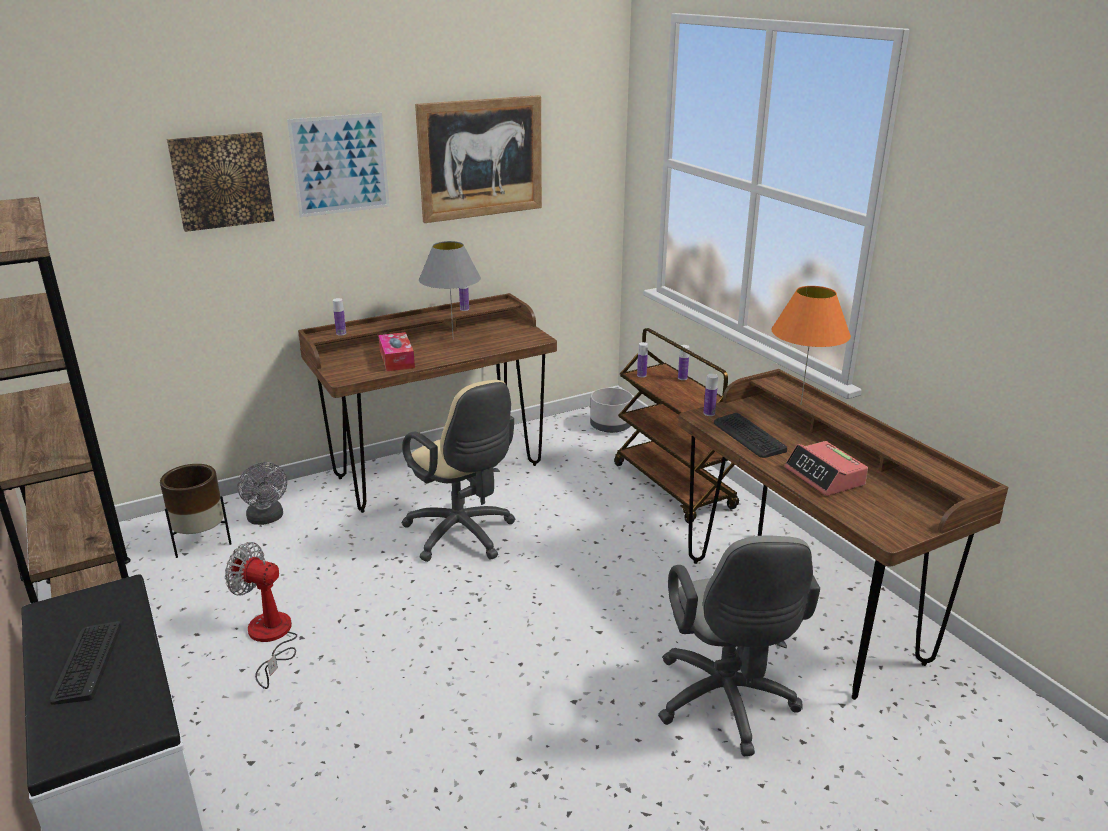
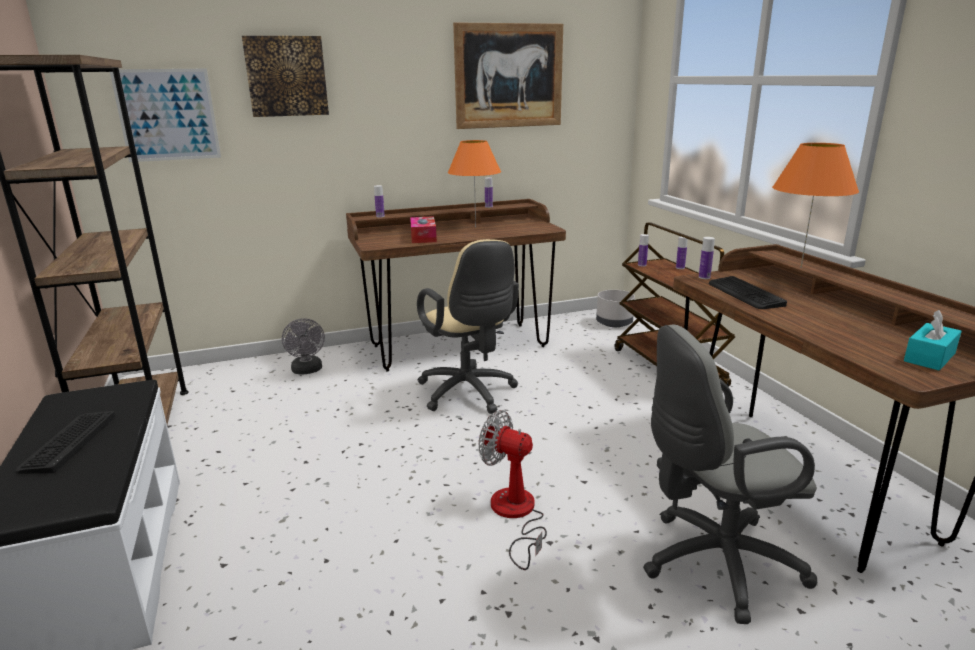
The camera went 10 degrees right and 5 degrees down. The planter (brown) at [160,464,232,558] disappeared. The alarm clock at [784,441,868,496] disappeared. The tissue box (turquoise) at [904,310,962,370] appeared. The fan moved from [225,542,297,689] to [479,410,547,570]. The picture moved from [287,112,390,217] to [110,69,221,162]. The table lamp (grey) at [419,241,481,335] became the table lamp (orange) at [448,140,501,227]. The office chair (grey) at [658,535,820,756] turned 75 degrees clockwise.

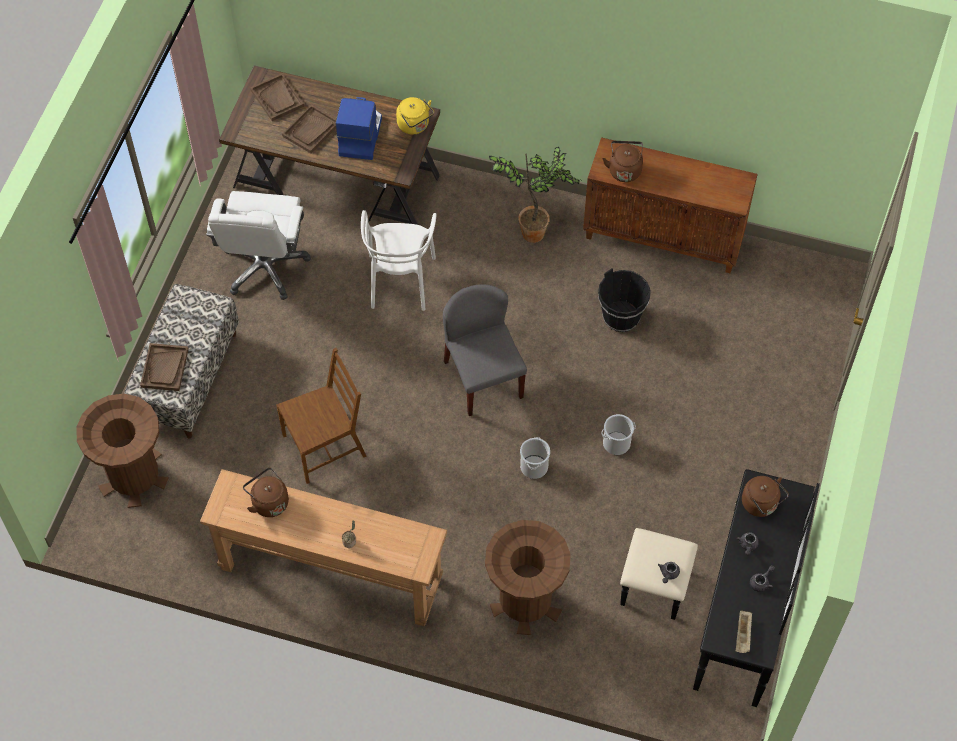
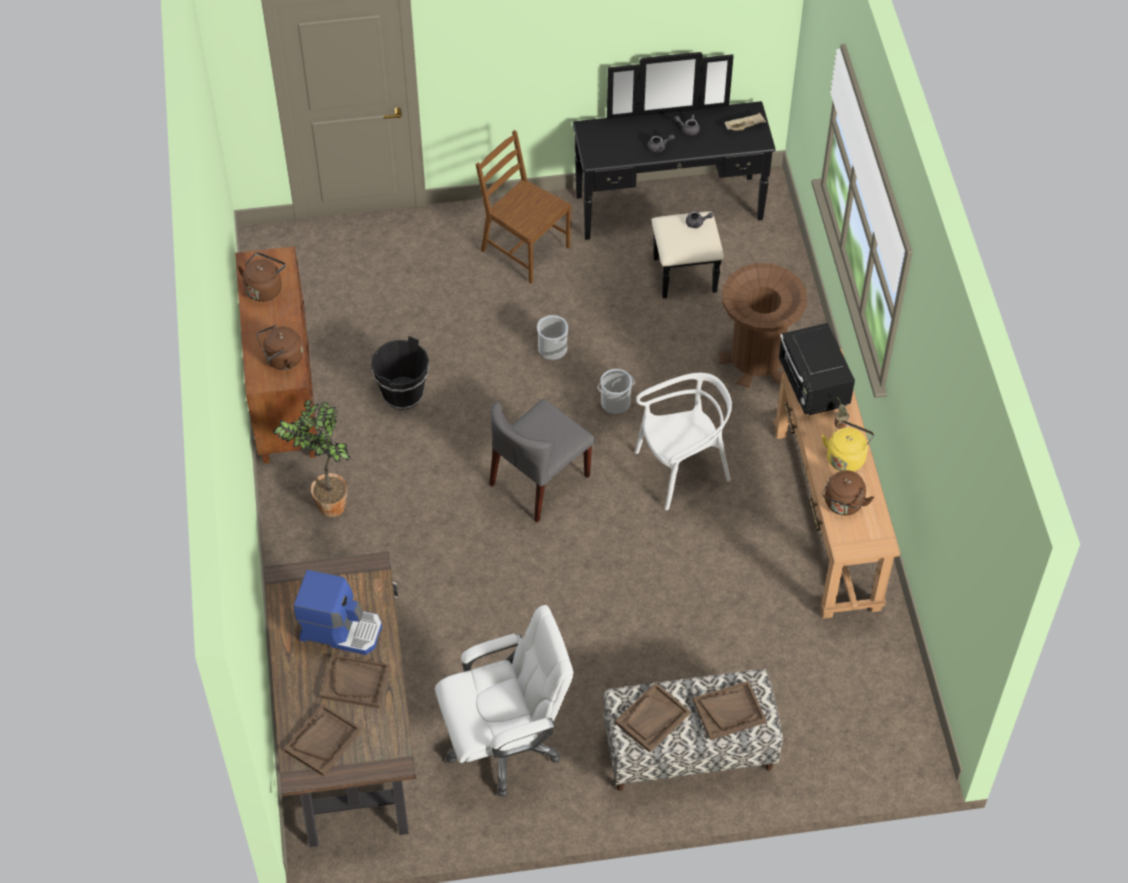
The camera went 115 degrees left and 5 degrees down. The trash can (brown) at [76,394,169,508] disappeared. The tray (brown) at [615,682,690,753] appeared. The microwave (black) at [779,323,855,415] appeared. The chair (brown) moved from [276,348,367,484] to [476,130,571,284]. The chair (white) moved from [361,210,437,311] to [635,373,732,510]. The kettle (yellow) moved from [396,97,434,134] to [822,420,874,471]. The kettle (brown) moved from [742,476,789,517] to [238,252,286,302]. The coffee machine at [336,97,382,160] turned 150 degrees counterclockwise.

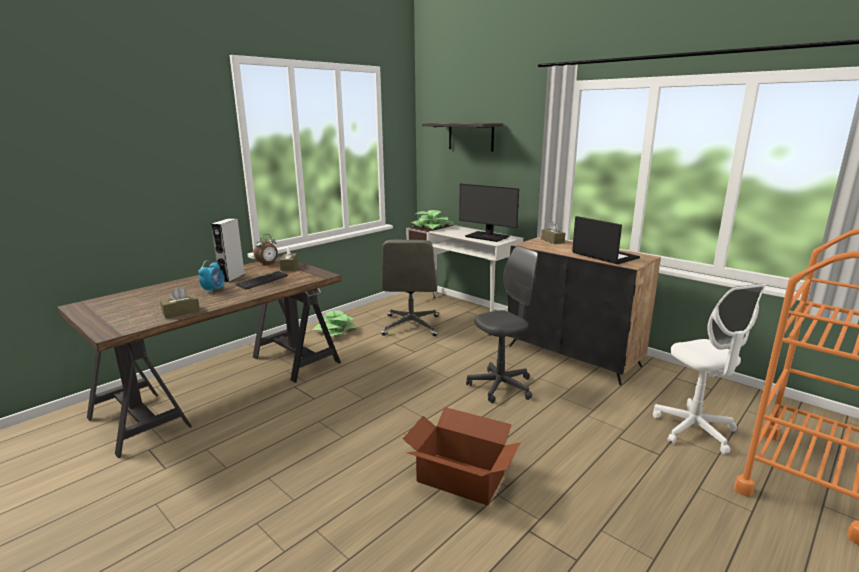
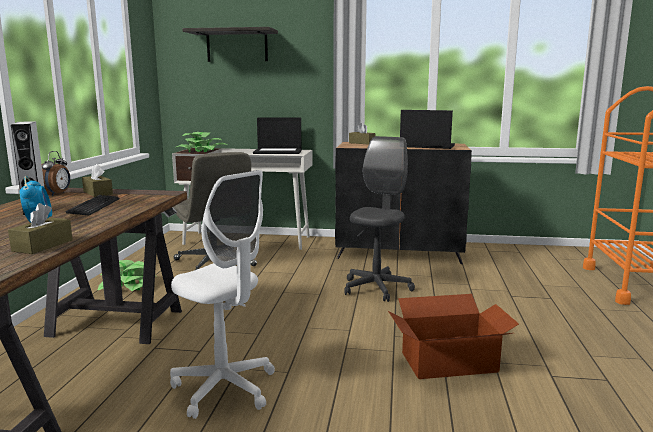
The camera went 35 degrees left and 5 degrees down. The office chair (white) moved from [653,284,766,454] to [170,170,275,419]. The monitor at [459,184,519,242] was replaced by the laptop at [253,117,302,154].

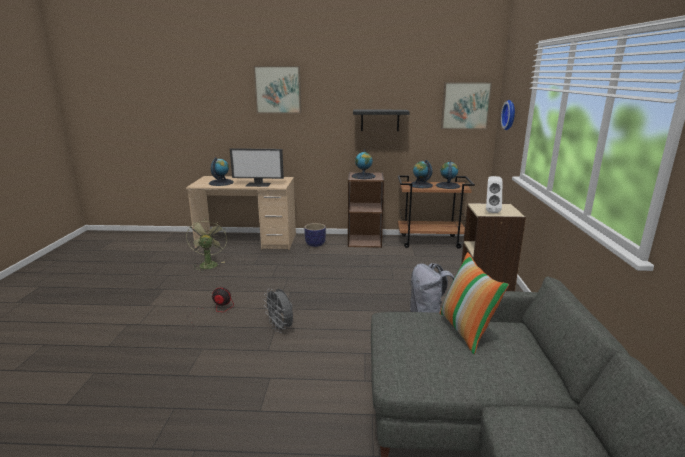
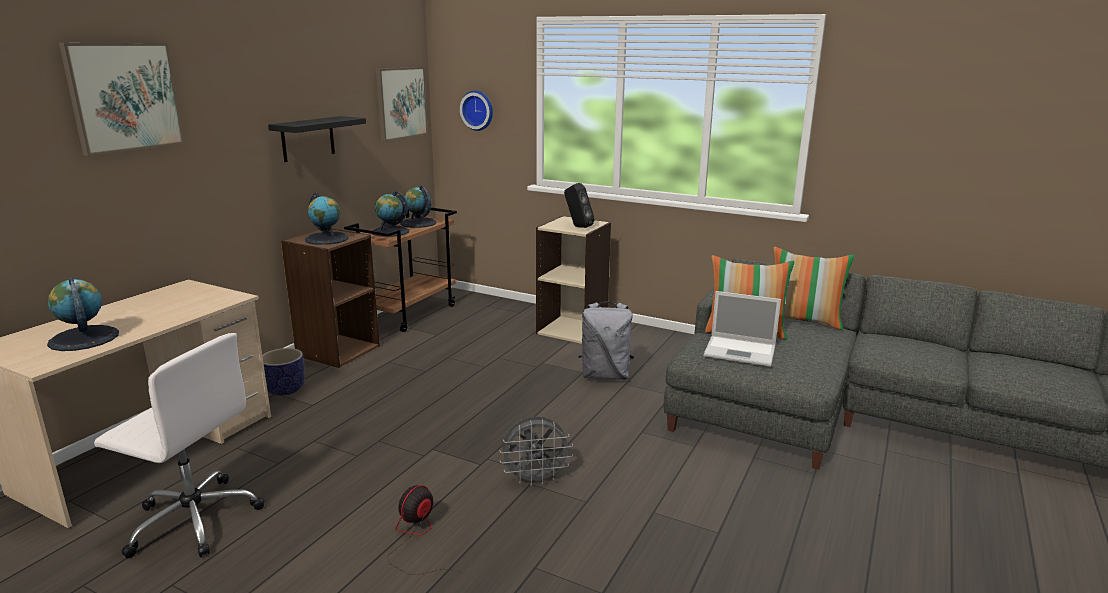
The camera went 65 degrees left and 0 degrees up. The monitor at [230,148,284,187] disappeared. The laptop at [704,291,781,367] appeared. The pillow at [773,247,855,330] appeared. The fan (green) at [186,219,227,272] was replaced by the office chair (white) at [94,333,265,558]. The speaker (white) at [486,176,503,213] became the speaker (black) at [564,183,595,228].

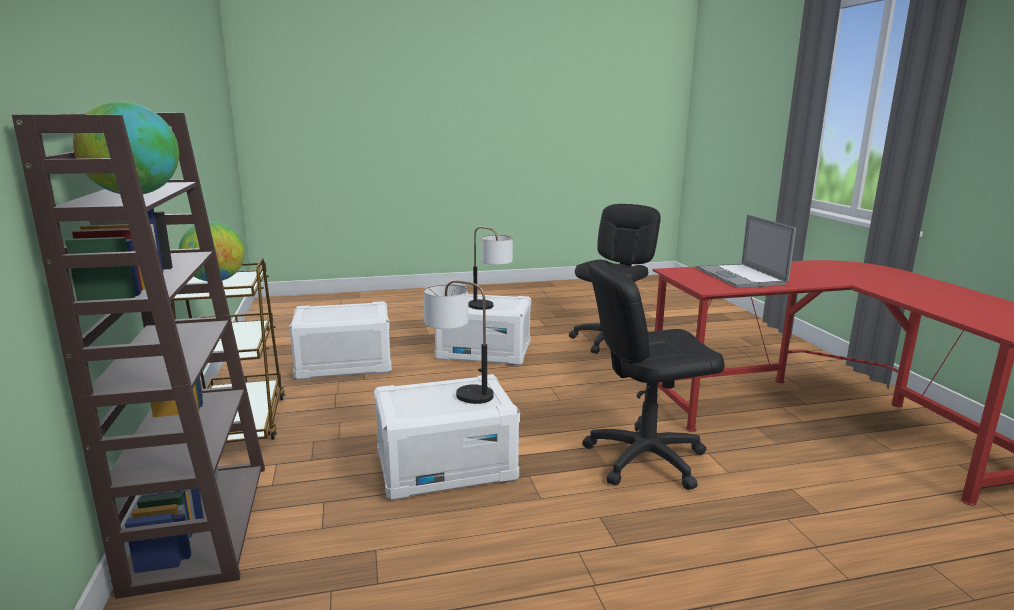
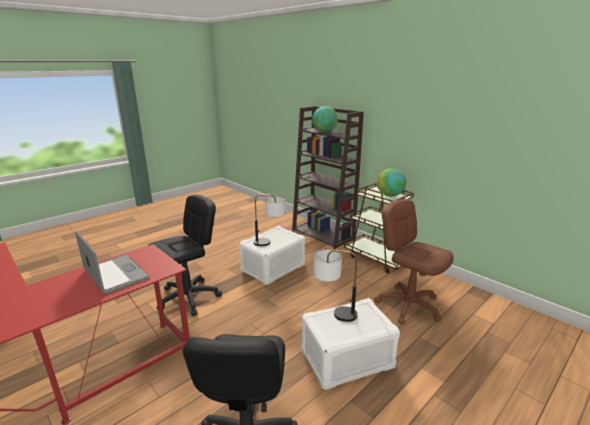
The camera went 150 degrees right and 5 degrees up. The storage box (white) at [289,301,392,380] was replaced by the office chair (brown) at [375,199,454,324].

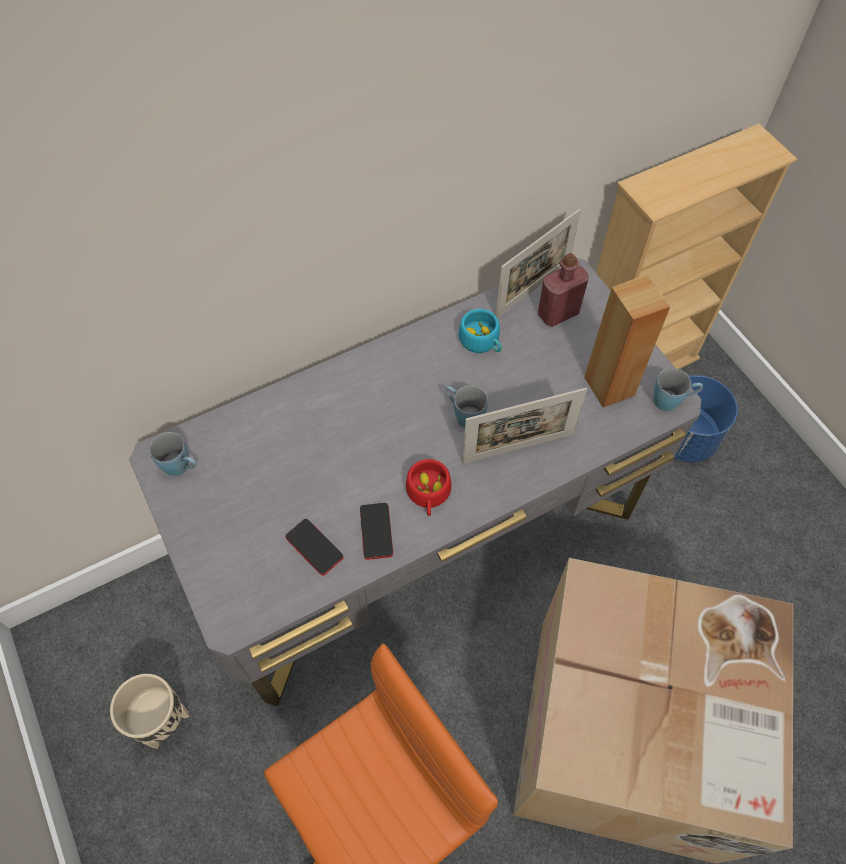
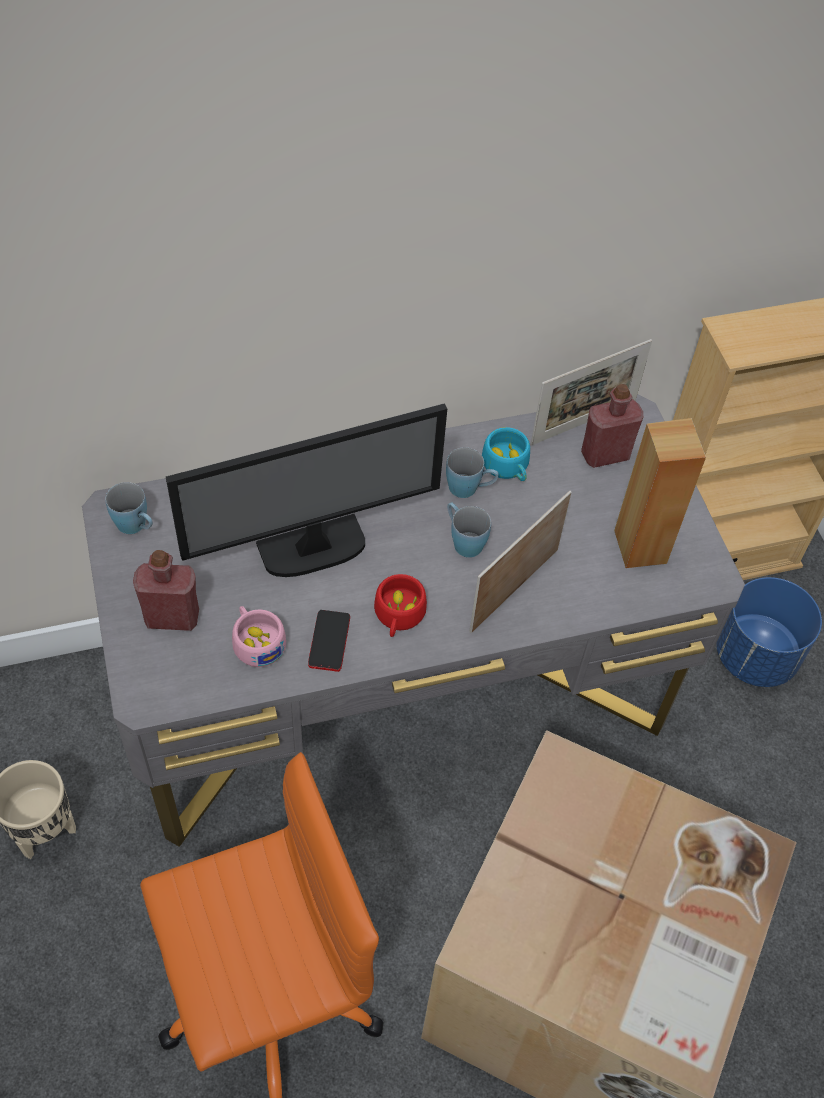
The camera went 10 degrees right and 5 degrees down. The bottle (red) at [133,550,199,631] appeared. The monitor at [166,403,447,577] appeared. The mug (blue) moved from [653,368,703,411] to [446,447,499,498]. The phone at [285,519,343,576] was replaced by the cup (pink) at [232,606,286,667]. The picture frame at [462,388,587,464] turned 135 degrees clockwise.

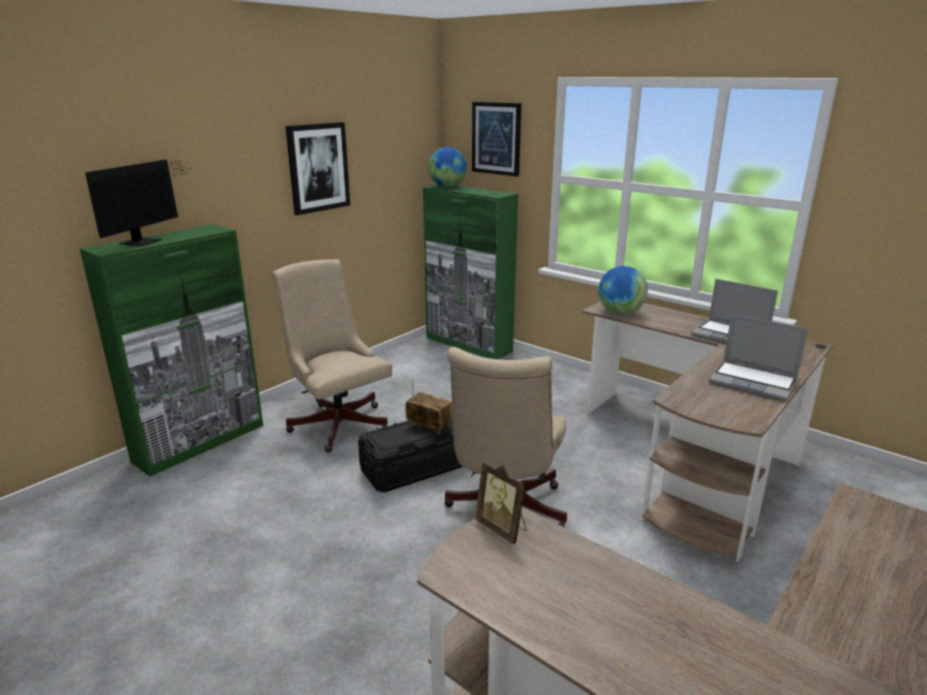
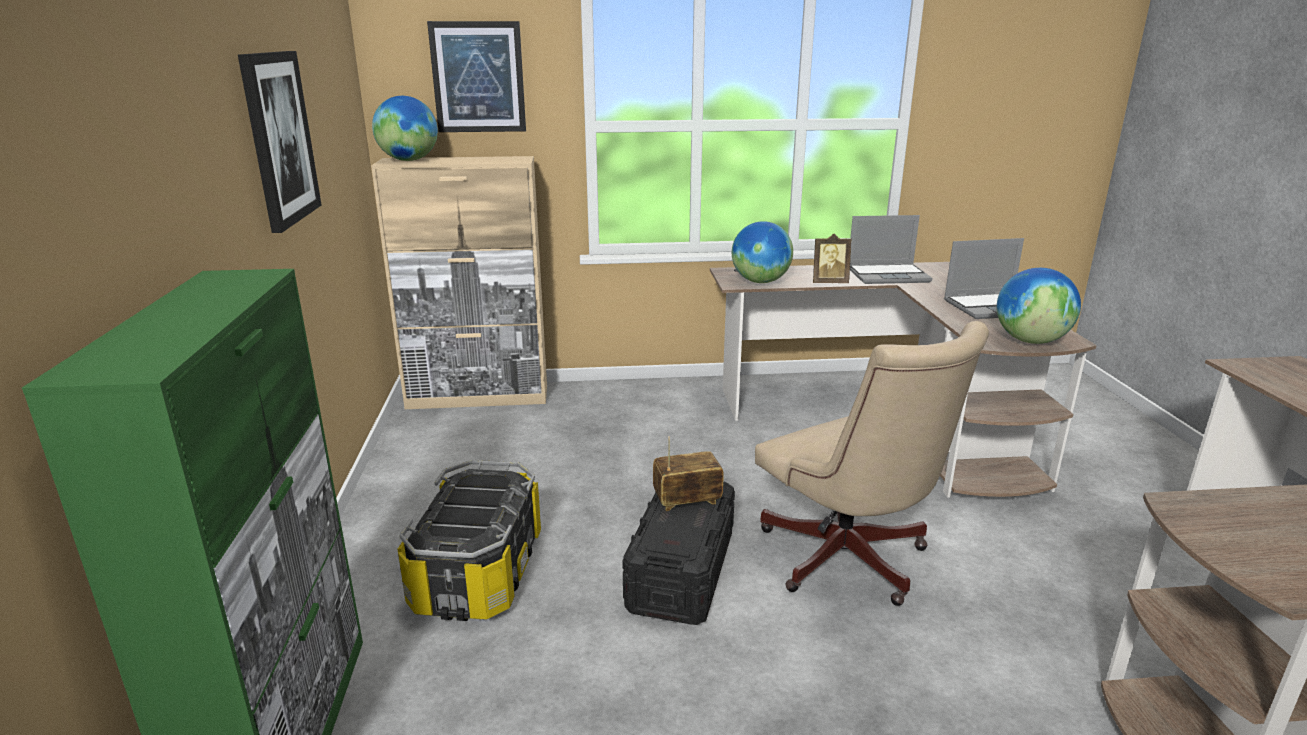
The camera went 45 degrees left and 0 degrees up. The monitor at [85,159,188,246] disappeared. The globe at [997,268,1081,344] appeared. The picture frame moved from [475,461,527,544] to [813,234,852,283]. The office chair (beige) at [272,259,392,452] was replaced by the storage box at [397,460,541,621]. The cabinet (green) at [423,184,518,359] became the cabinet (beige) at [371,156,547,409].

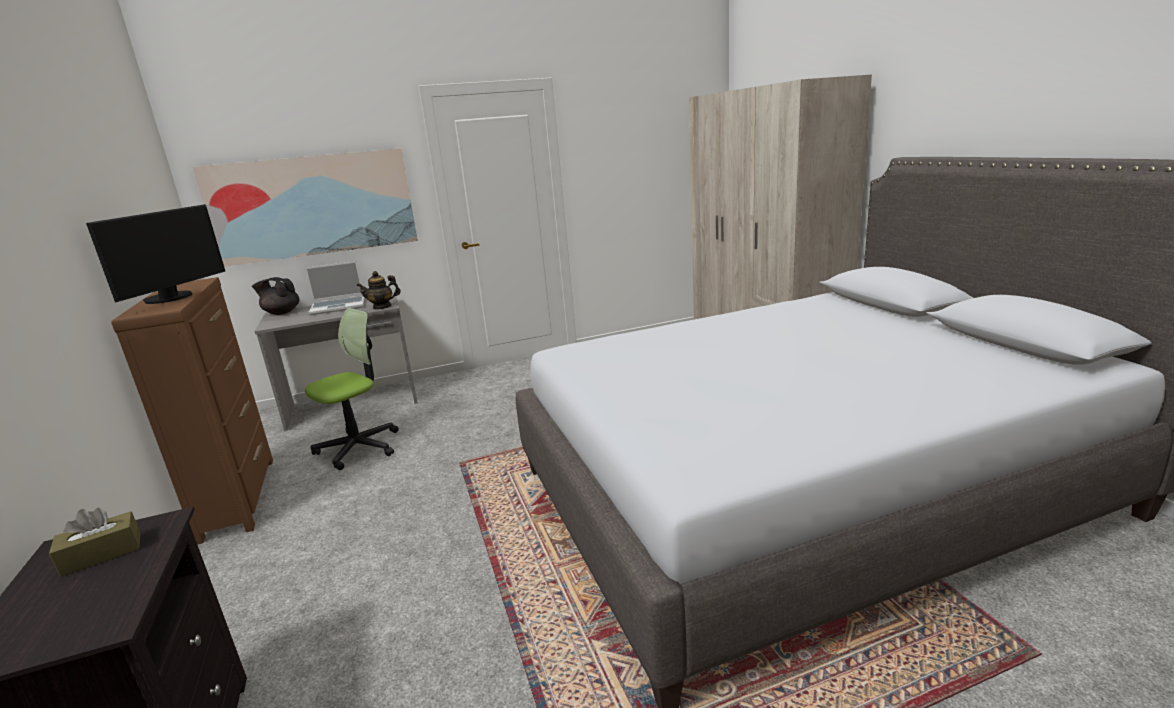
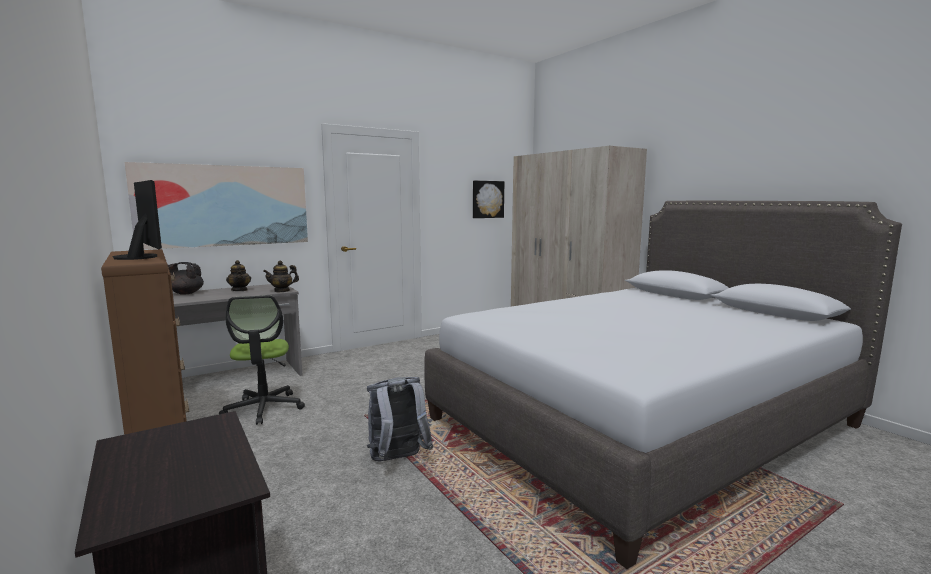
The camera went 15 degrees left and 10 degrees down. The tissue box (brown) at [49,508,140,576] disappeared. The backpack (grey) at [367,377,433,462] appeared. The picture at [473,181,504,218] appeared. The laptop at [304,261,365,315] was replaced by the teapot at [226,260,251,291]. The monitor at [86,204,225,304] turned 45 degrees counterclockwise. The office chair at [305,308,399,470] turned 135 degrees clockwise.

